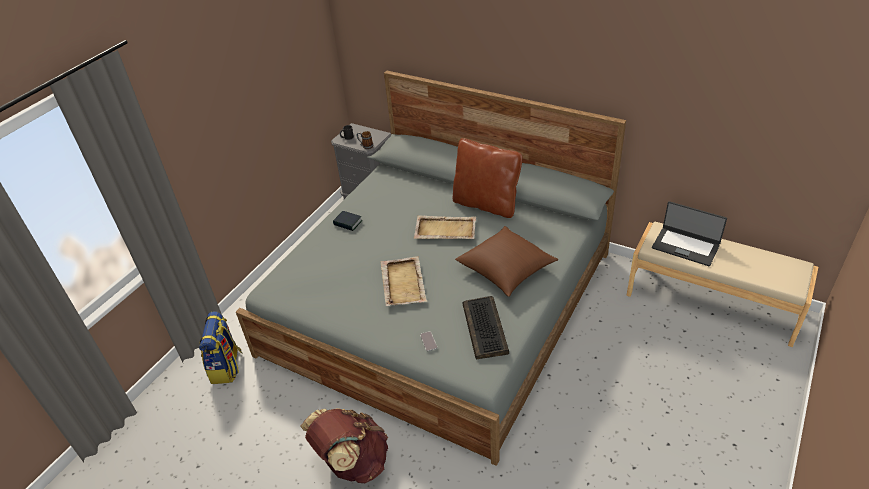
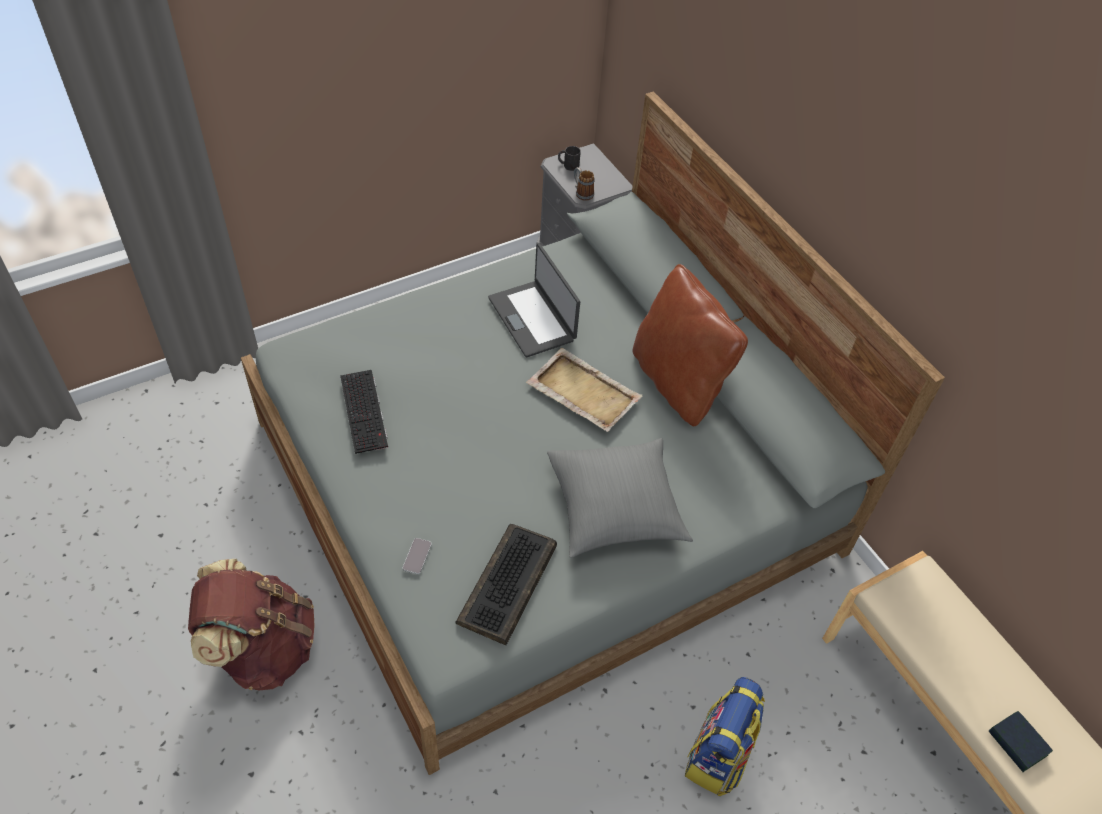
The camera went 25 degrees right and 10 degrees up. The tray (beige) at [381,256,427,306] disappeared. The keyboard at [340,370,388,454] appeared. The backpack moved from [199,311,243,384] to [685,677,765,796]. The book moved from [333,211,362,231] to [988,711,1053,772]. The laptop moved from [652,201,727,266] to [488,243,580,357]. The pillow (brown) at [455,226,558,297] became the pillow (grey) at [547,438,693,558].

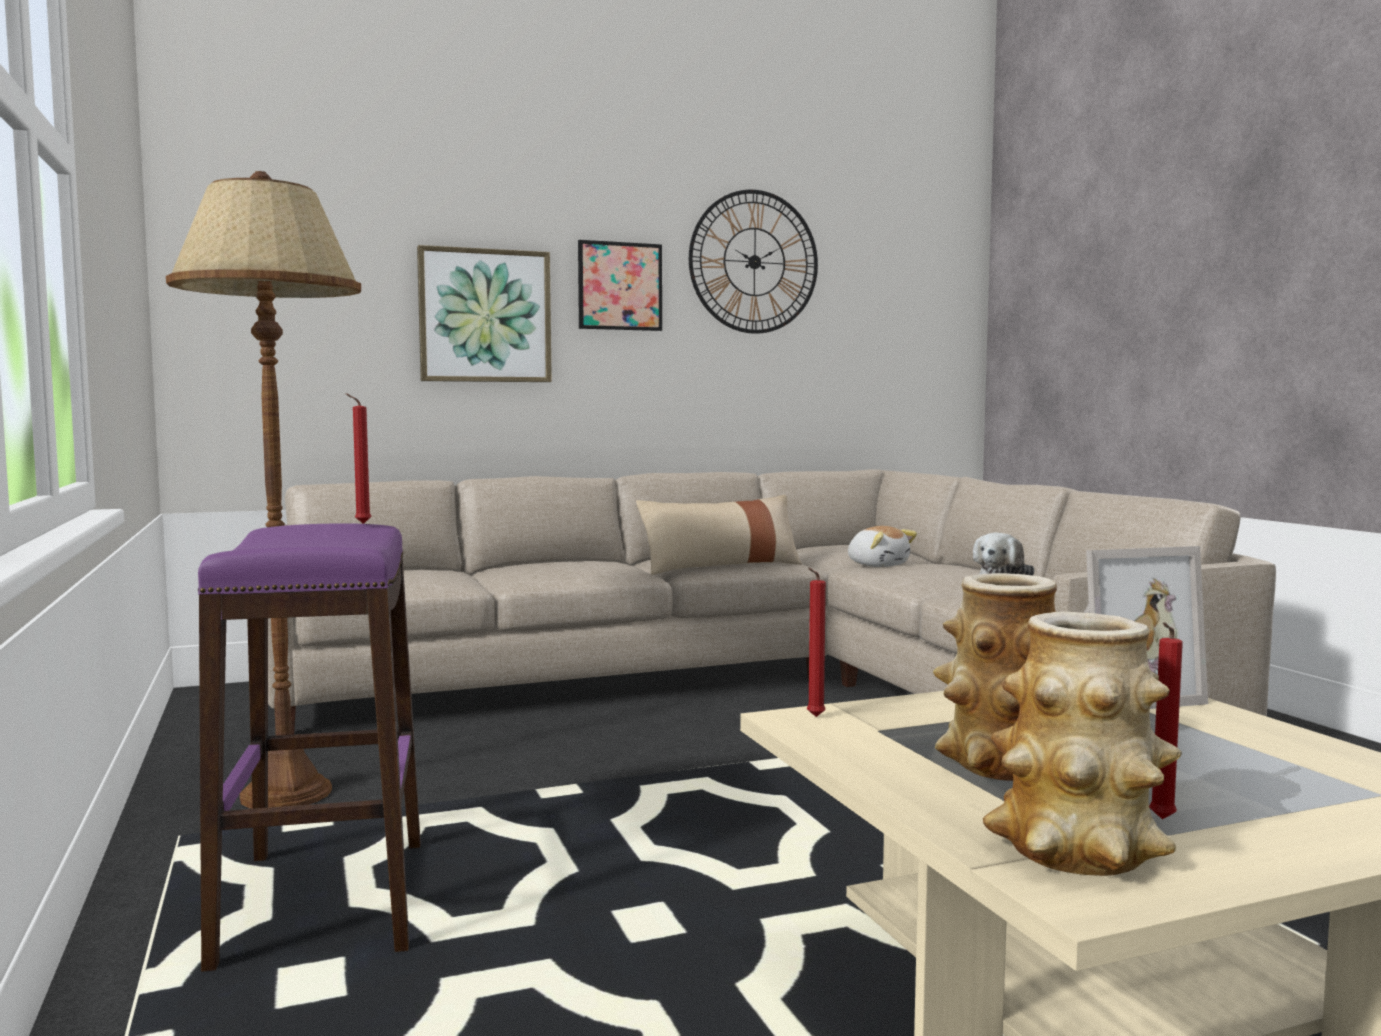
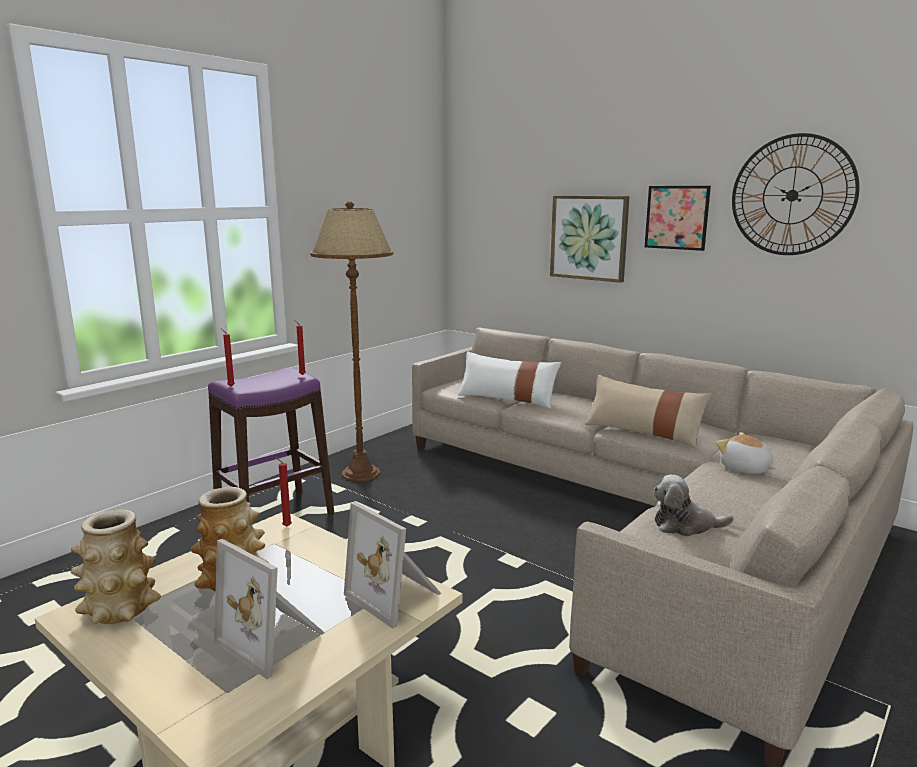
The camera went 60 degrees right and 10 degrees up. The picture frame at [214,539,325,679] appeared. The pillow (white) at [458,352,561,408] appeared. The candle (red) moved from [1149,622,1183,819] to [220,328,235,387]. The plush toy at [848,526,917,567] turned 120 degrees clockwise.

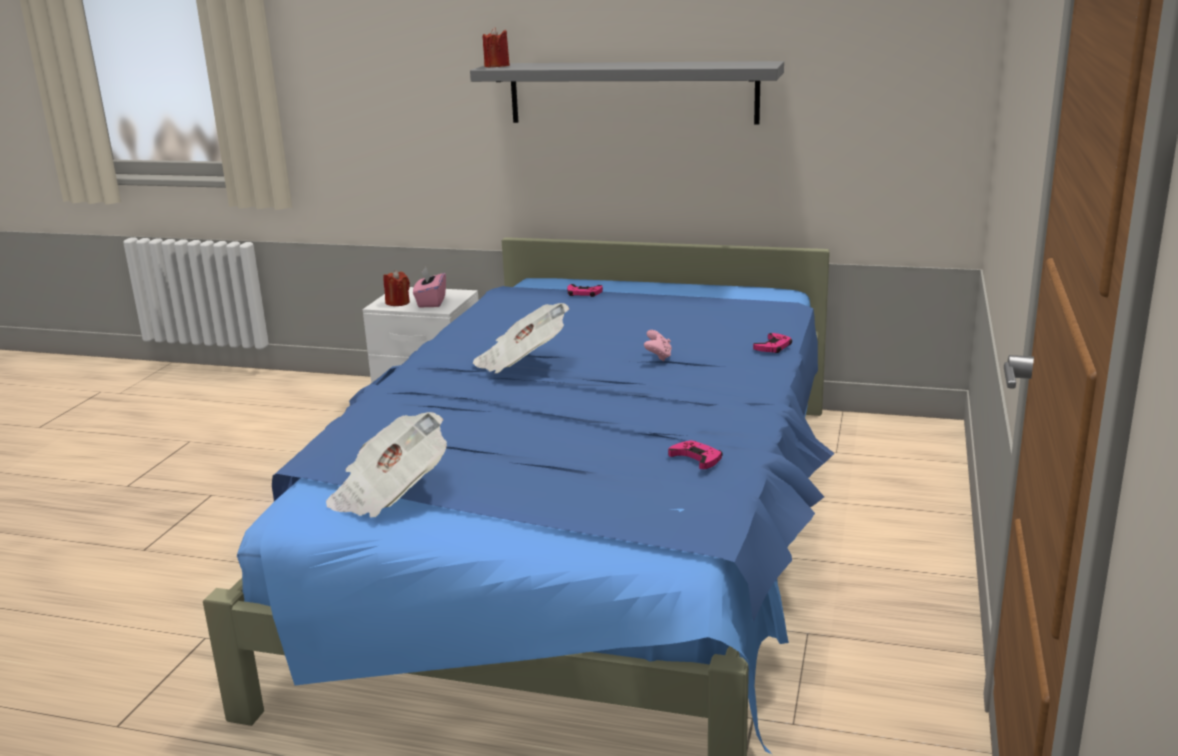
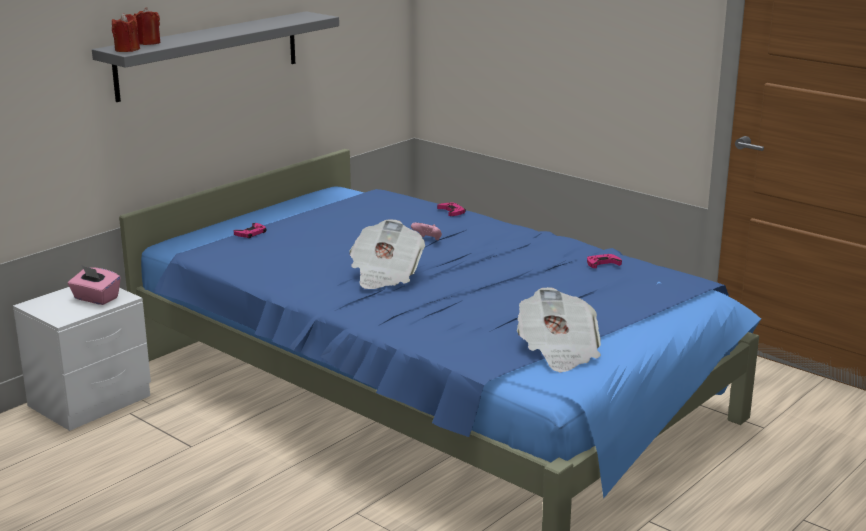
The camera went 65 degrees left and 0 degrees up. The candle (red) moved from [383,270,410,306] to [134,7,160,45].

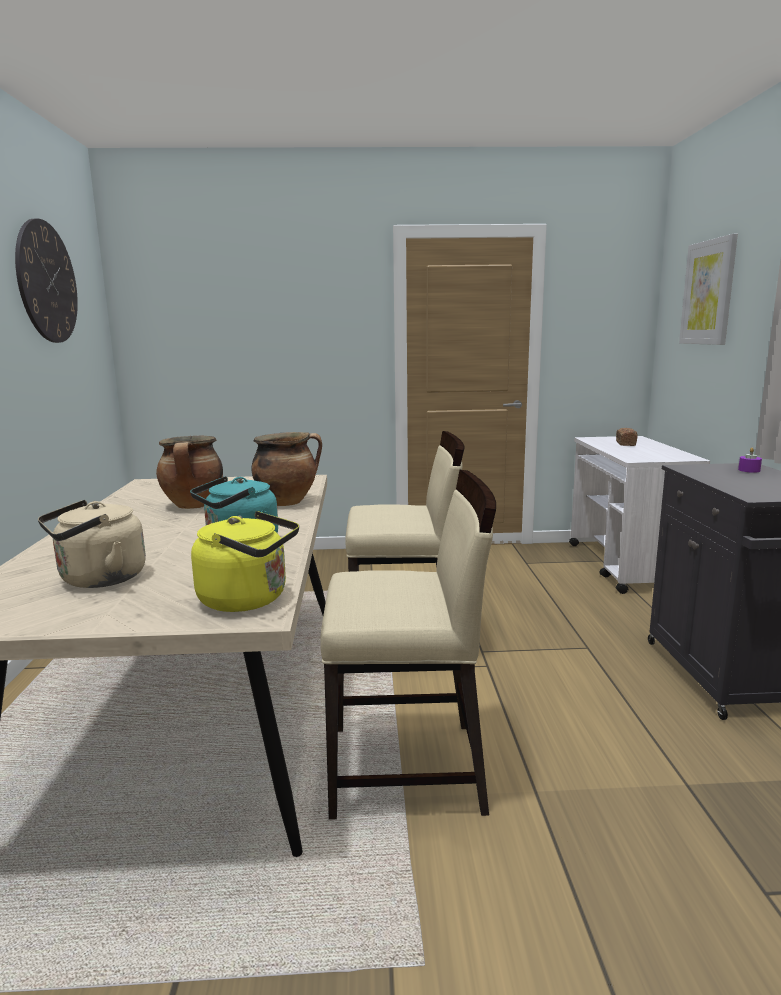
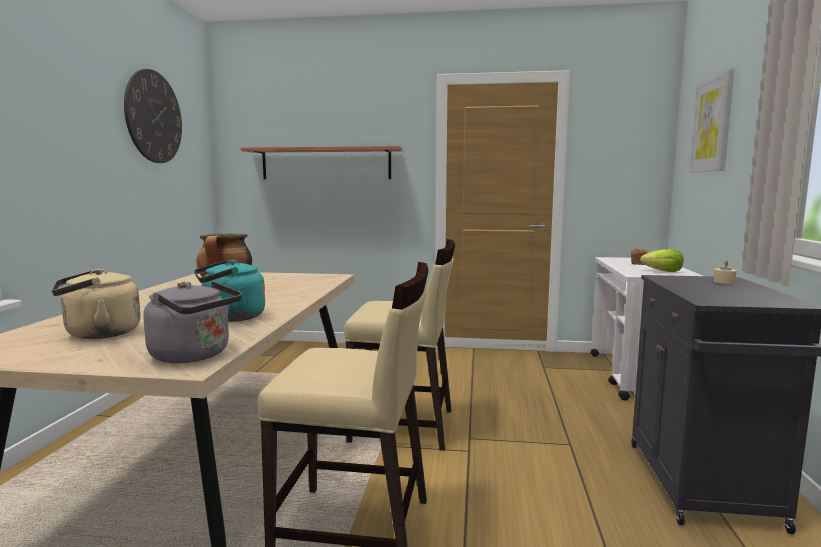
The camera went 10 degrees right and 5 degrees down. The cooking pot at [251,432,322,506] disappeared. The shelf at [241,146,403,180] appeared. The lettuce at [640,249,684,272] appeared. The kettle (yellow) at [191,511,299,612] became the kettle (grey) at [143,281,242,363]. The candle (purple) at [738,448,762,473] became the candle (beige) at [714,260,737,284].

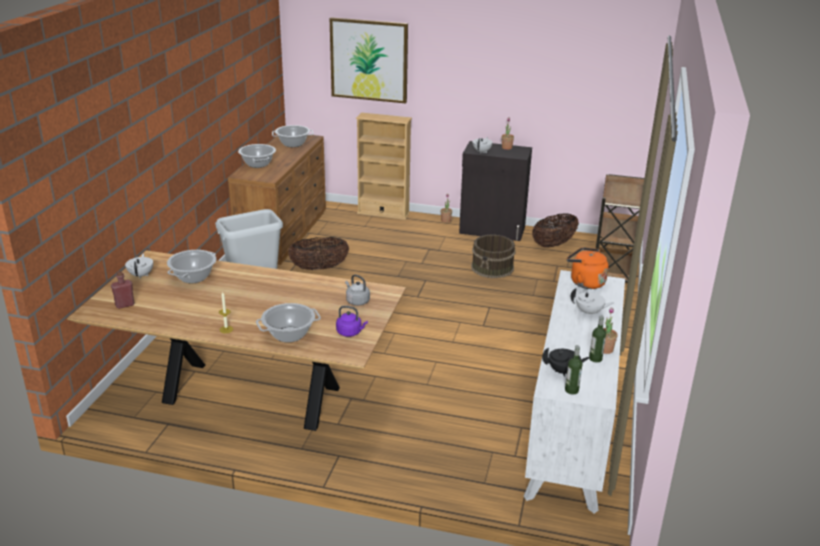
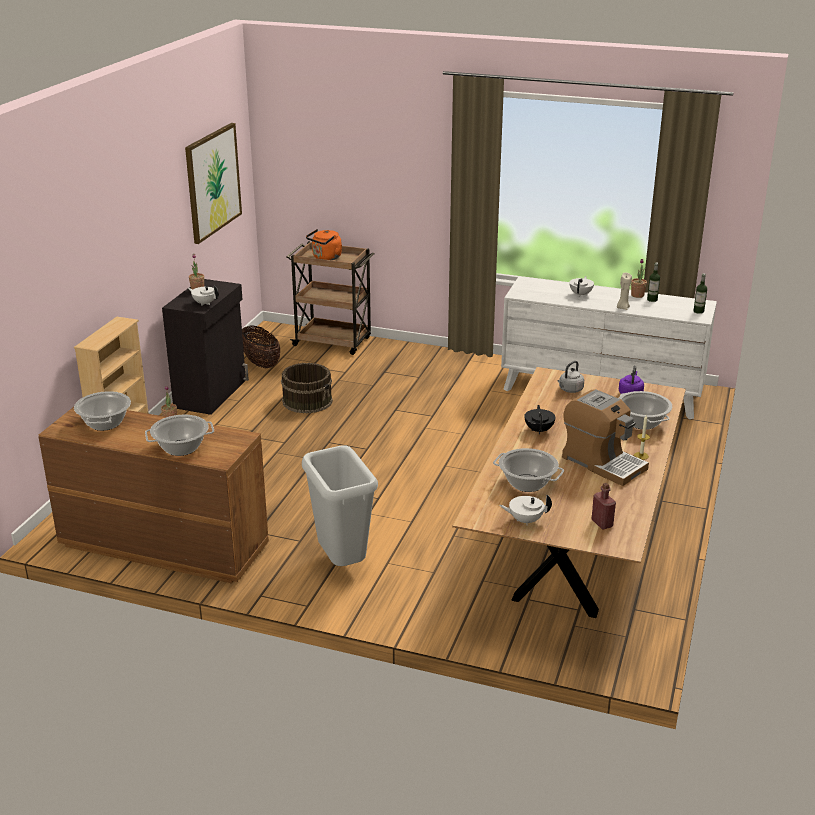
The camera went 85 degrees left and 0 degrees up. The basket at [288,237,349,270] disappeared. The coffee machine at [562,389,649,486] appeared. The candle (beige) at [617,273,632,310] appeared. The picture moved from [330,18,408,103] to [185,123,242,244]. The teapot (black) moved from [542,348,590,377] to [524,405,556,434]. The kettle (orange) moved from [567,247,609,289] to [306,229,342,260].

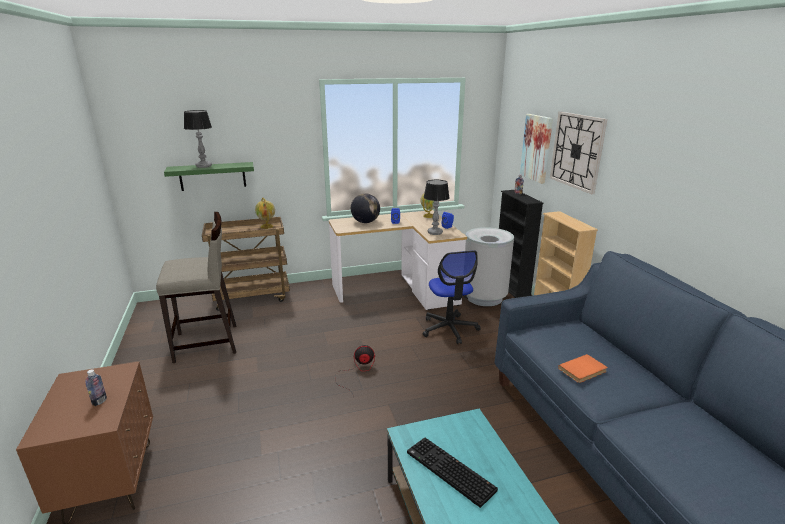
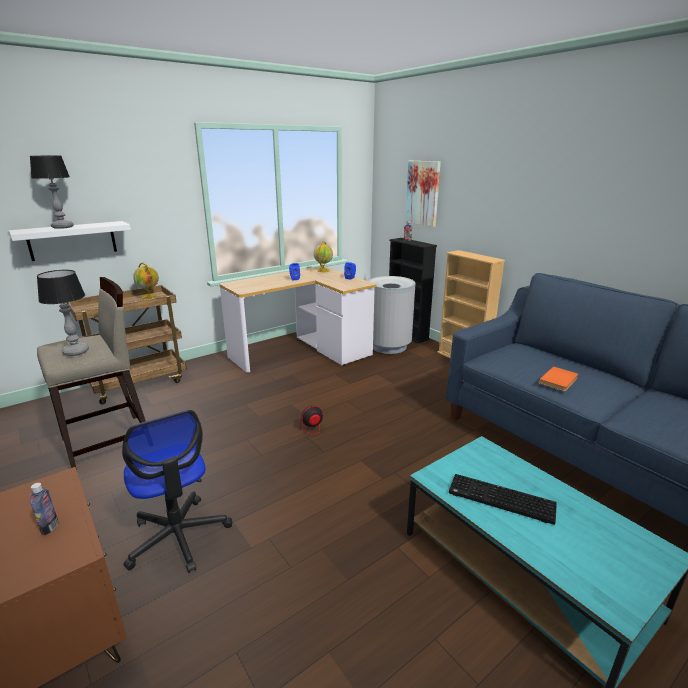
The camera went 20 degrees left and 0 degrees up. The globe at [351,193,380,223] disappeared. The wall clock at [550,112,607,194] disappeared. The office chair moved from [422,250,481,344] to [122,410,232,573]. The table lamp moved from [424,180,449,235] to [37,270,89,356]. The shelf (green) at [164,162,254,191] became the shelf (white) at [9,221,131,261].

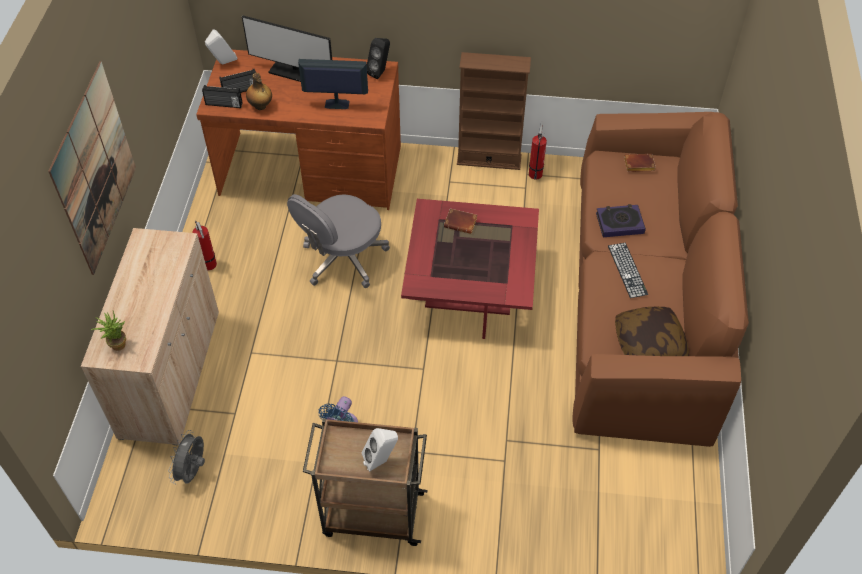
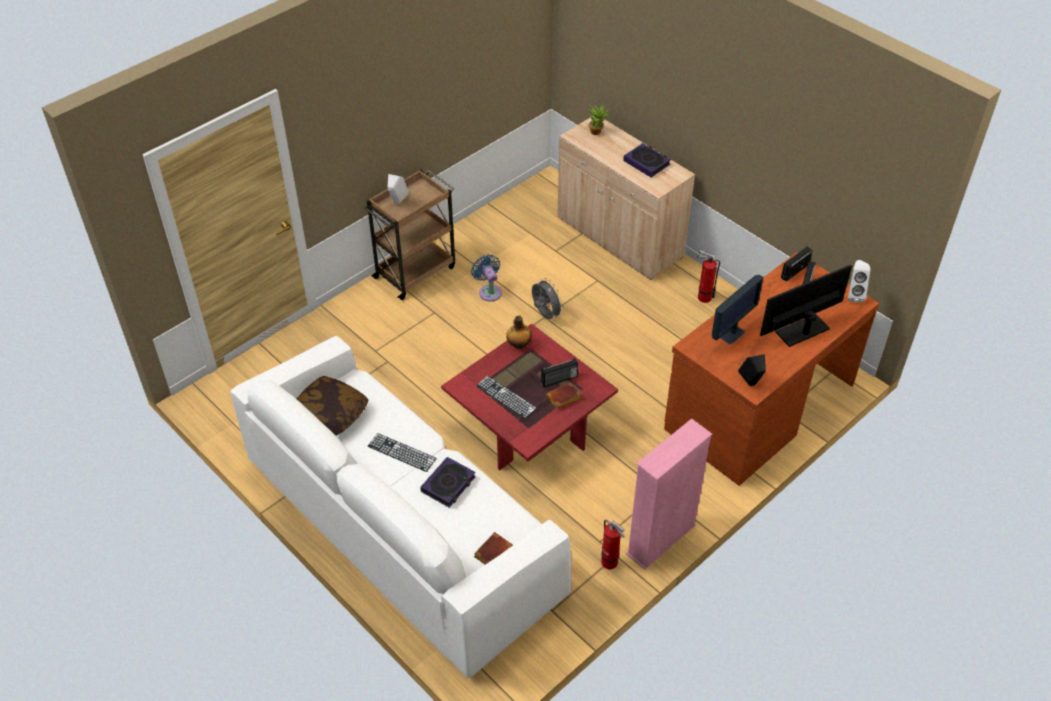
The camera went 130 degrees right and 5 degrees down. The picture at [48,61,136,275] disappeared. The office chair (grey) at [287,194,390,288] disappeared. The keyboard at [476,376,537,419] appeared. The radio at [541,358,578,387] appeared. The book at [623,143,671,177] appeared. The fan (grey) moved from [168,430,205,484] to [532,278,564,319]. The bottle moved from [246,73,272,110] to [506,315,532,349]. The bookcase (brown) at [457,52,531,170] became the bookcase (pink) at [626,419,712,570]. The sofa (brown) at [572,112,749,447] became the sofa (white) at [230,336,571,678].

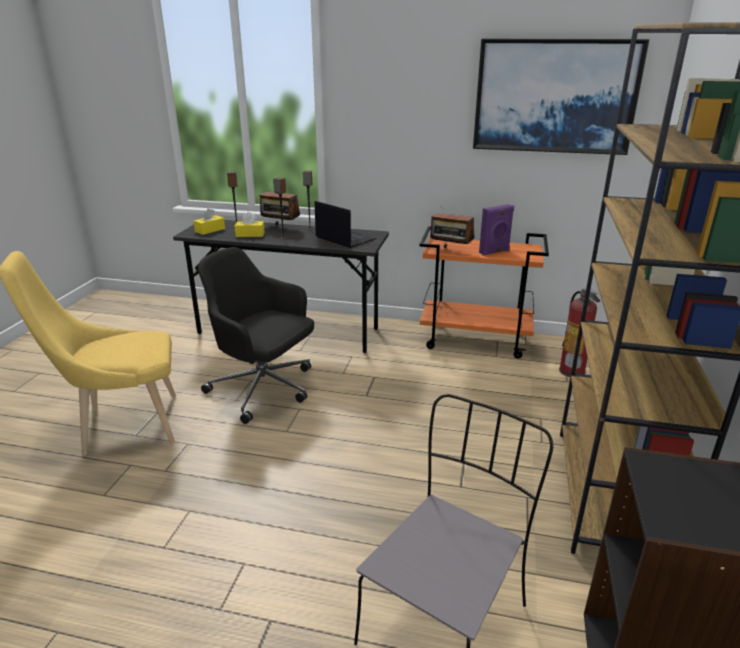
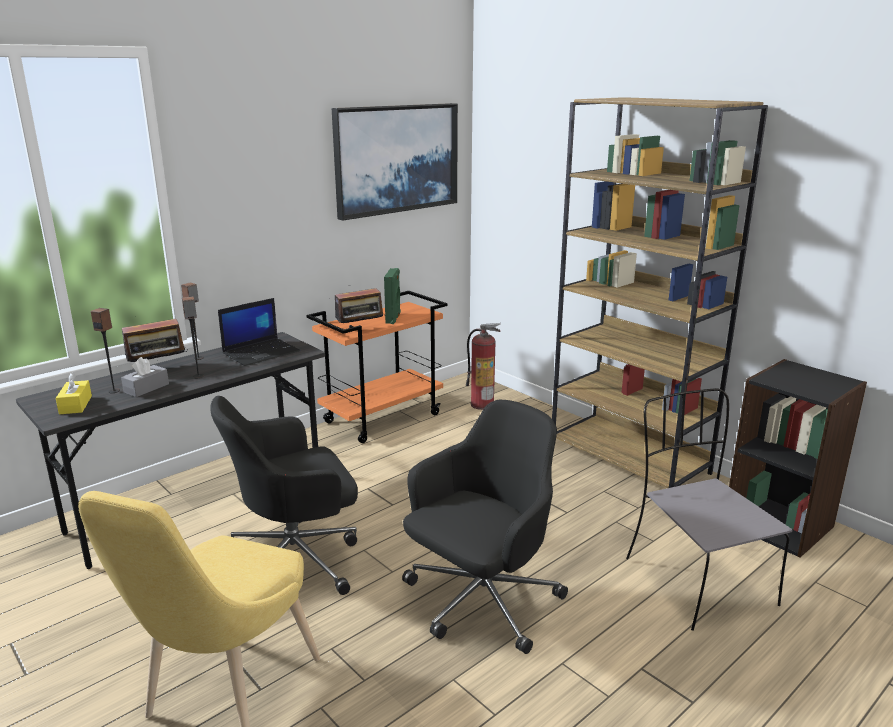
The camera went 55 degrees left and 5 degrees down. The office chair (black) at [402,400,568,654] appeared. The tissue box (yellow) at [235,212,265,237] became the tissue box (grey) at [121,357,169,397]. The speaker (purple) at [479,204,514,256] became the speaker (green) at [384,268,401,324]. The laptop at [315,201,376,248] turned 150 degrees clockwise.

